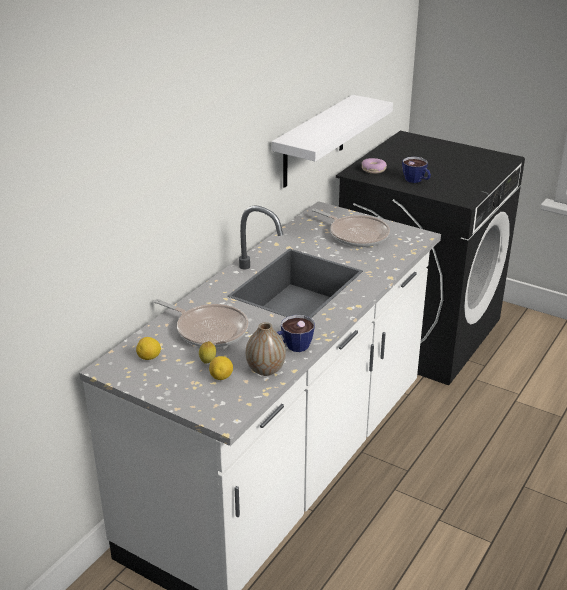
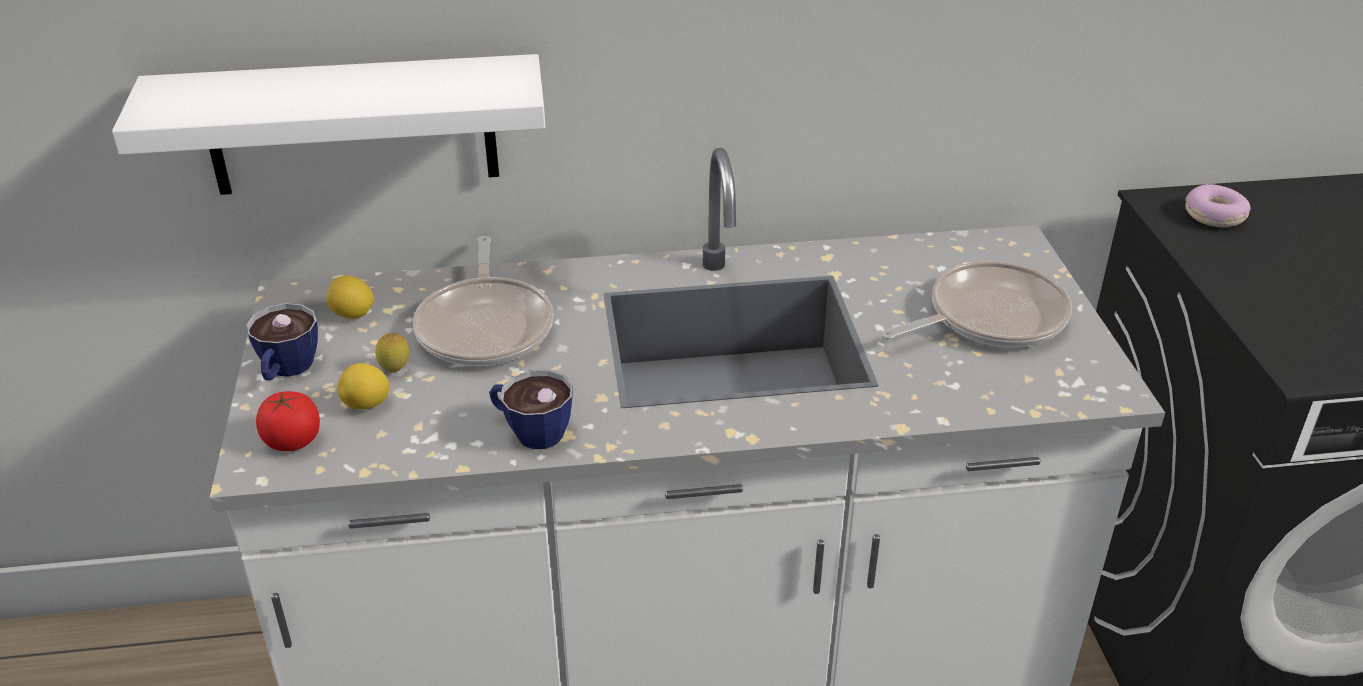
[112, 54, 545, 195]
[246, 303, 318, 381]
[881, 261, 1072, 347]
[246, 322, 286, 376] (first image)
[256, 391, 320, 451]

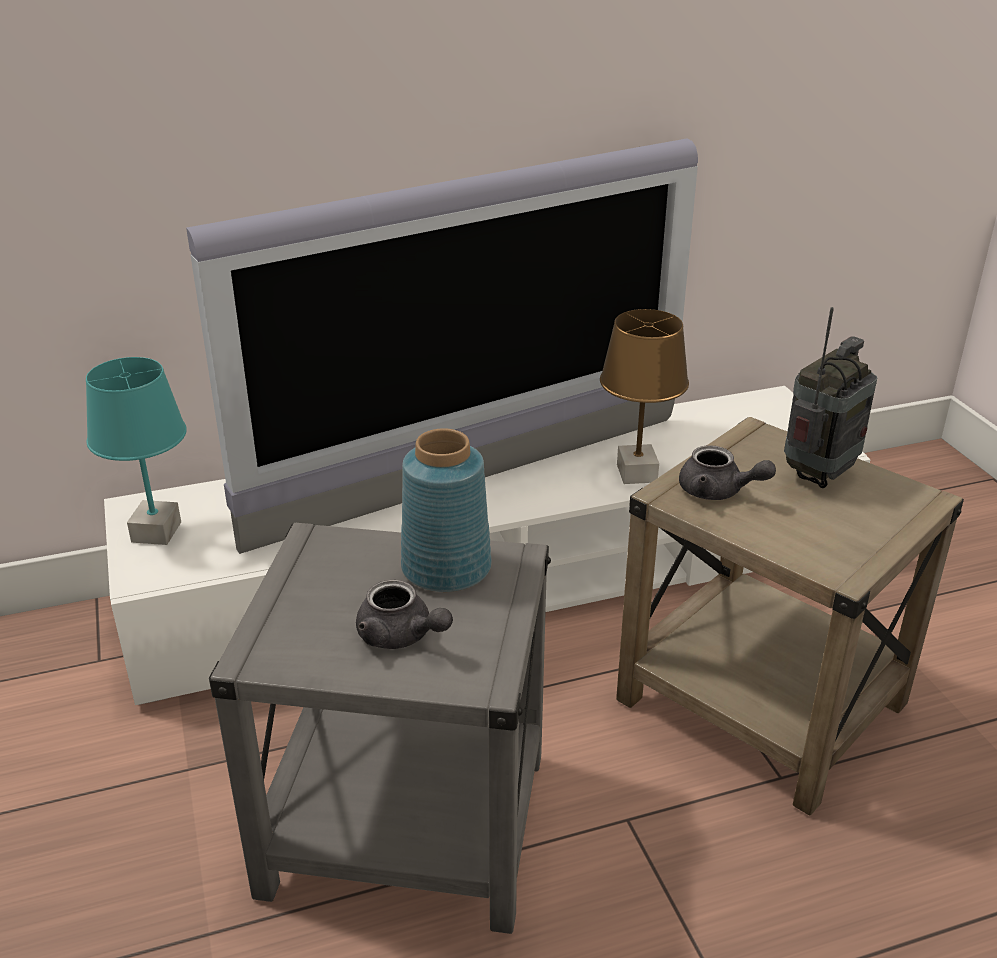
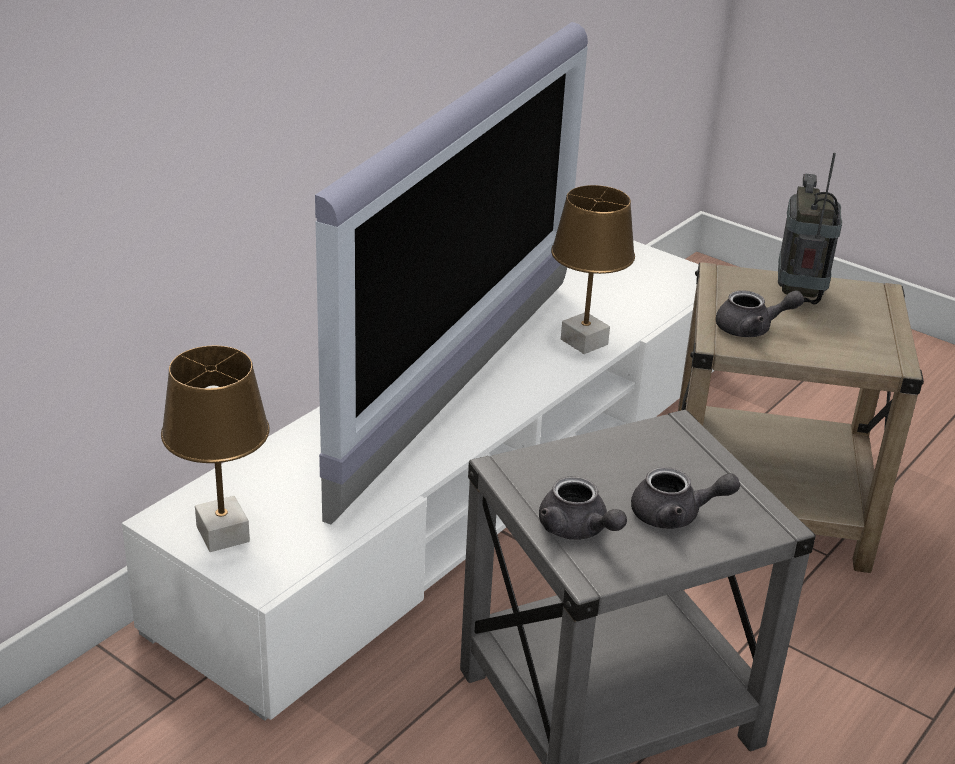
[161, 346, 270, 552]
[401, 428, 492, 592] (first image)
[539, 477, 627, 540]

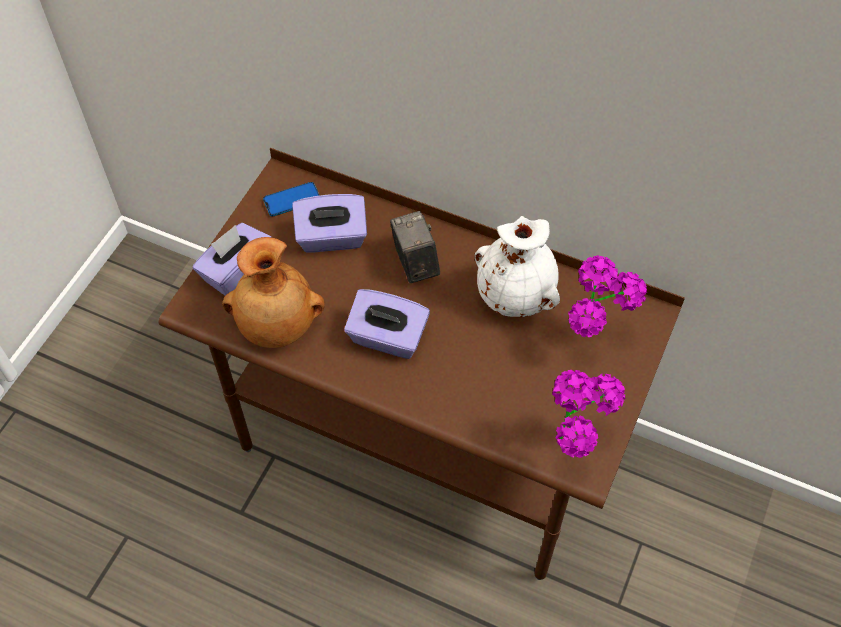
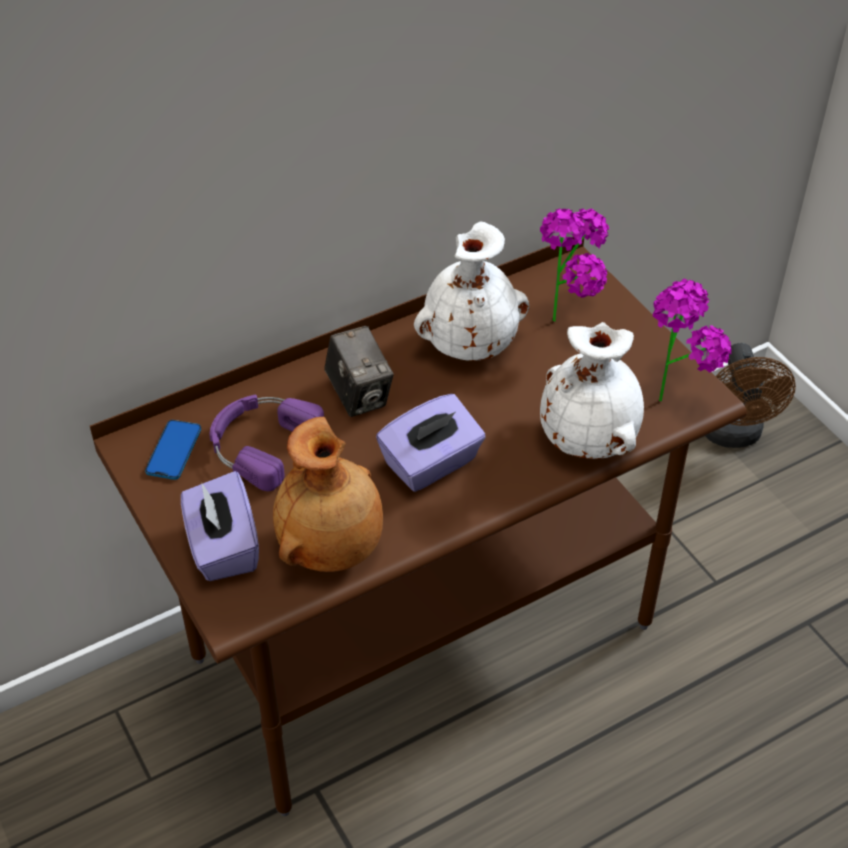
[209, 395, 324, 491]
[324, 326, 394, 417]
[540, 322, 644, 459]
[705, 343, 796, 448]

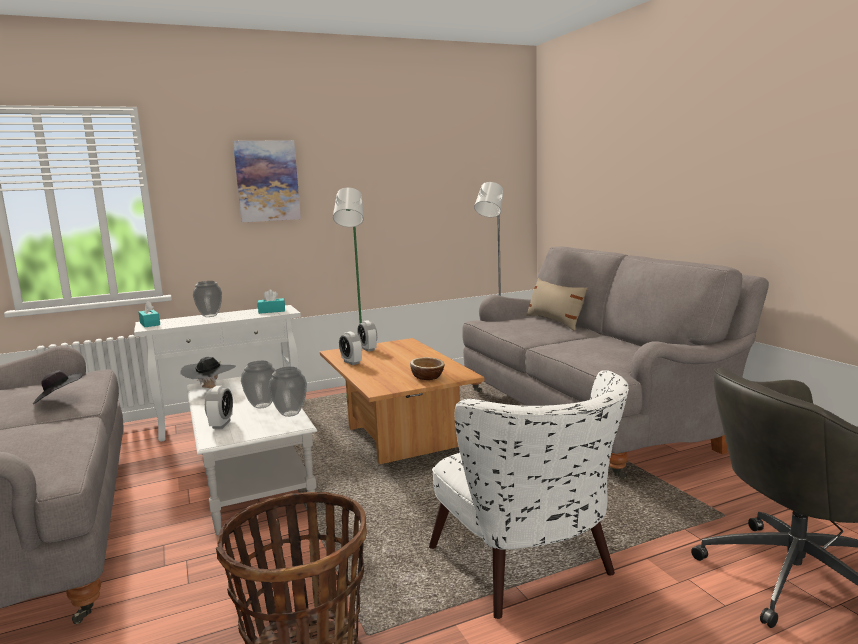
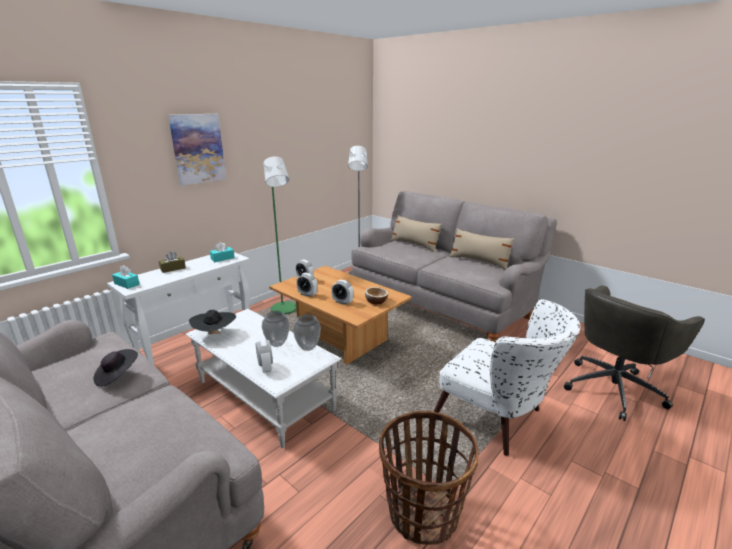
[159, 252, 186, 273]
[449, 228, 515, 270]
[331, 280, 353, 305]

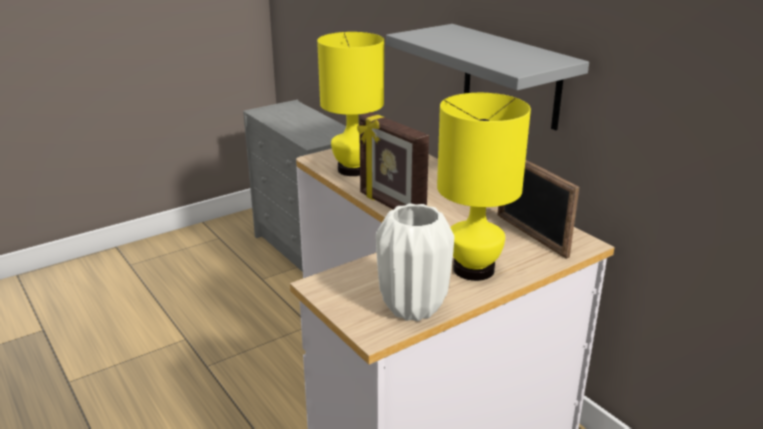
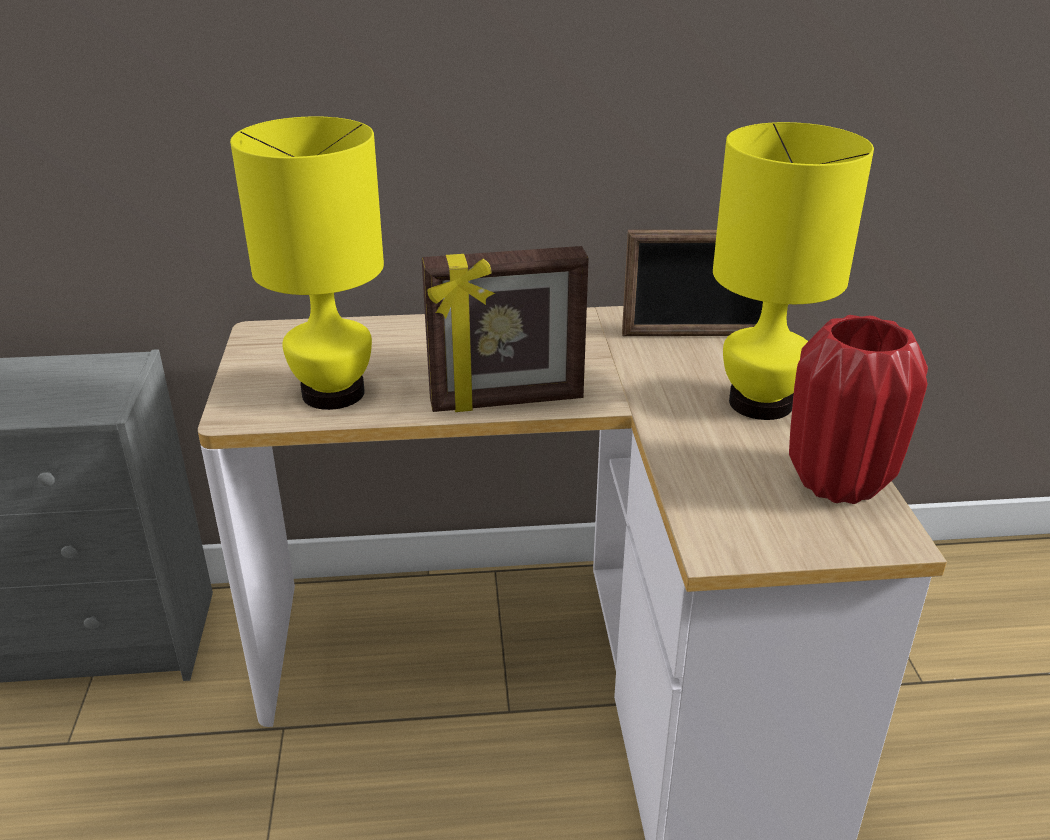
[386, 24, 589, 130] (first image)
[789, 315, 928, 504]

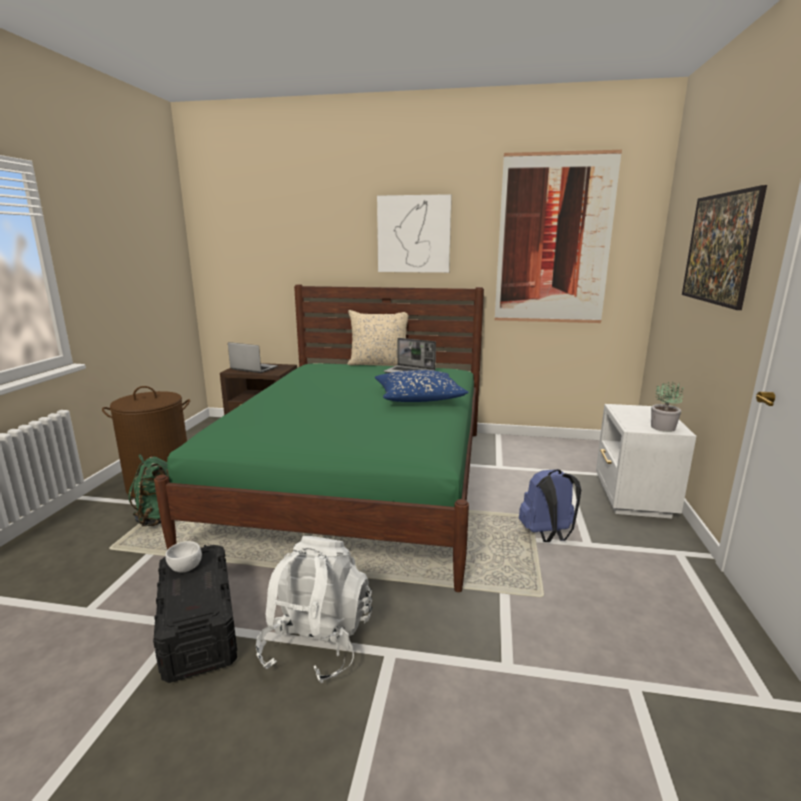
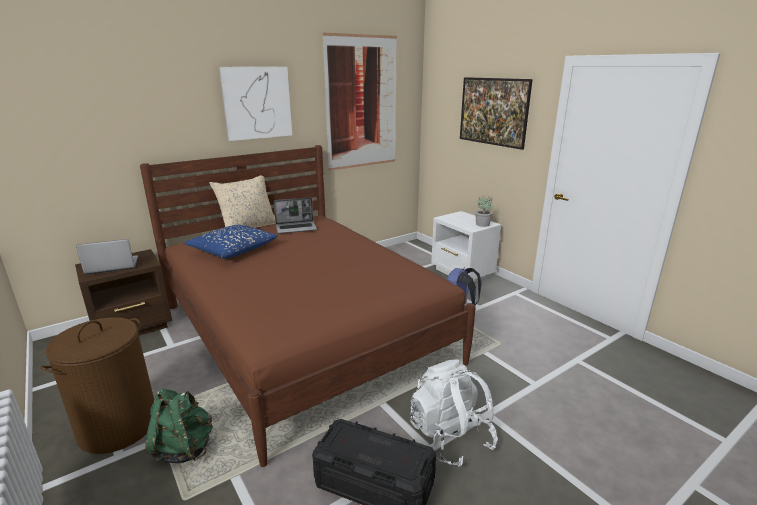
[140, 145, 476, 467]
[184, 225, 278, 259]
[165, 541, 202, 572] (first image)

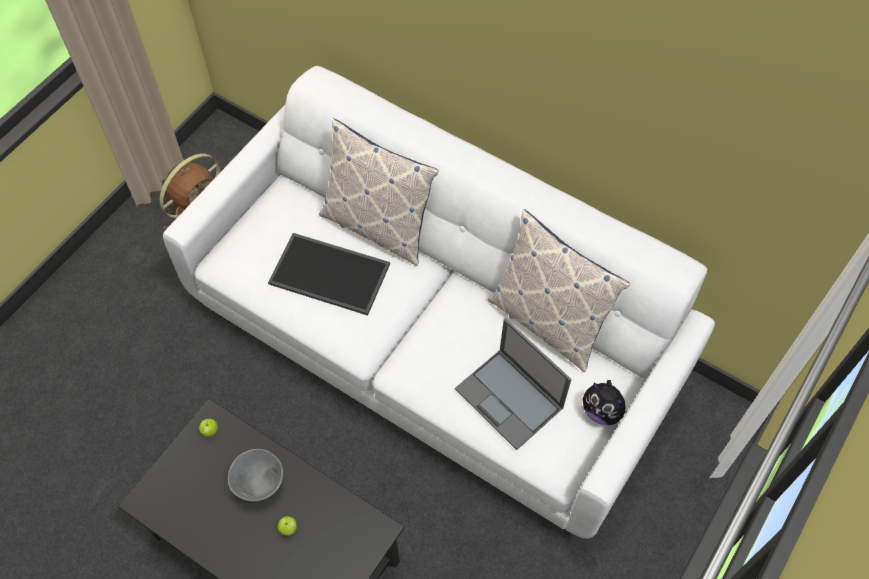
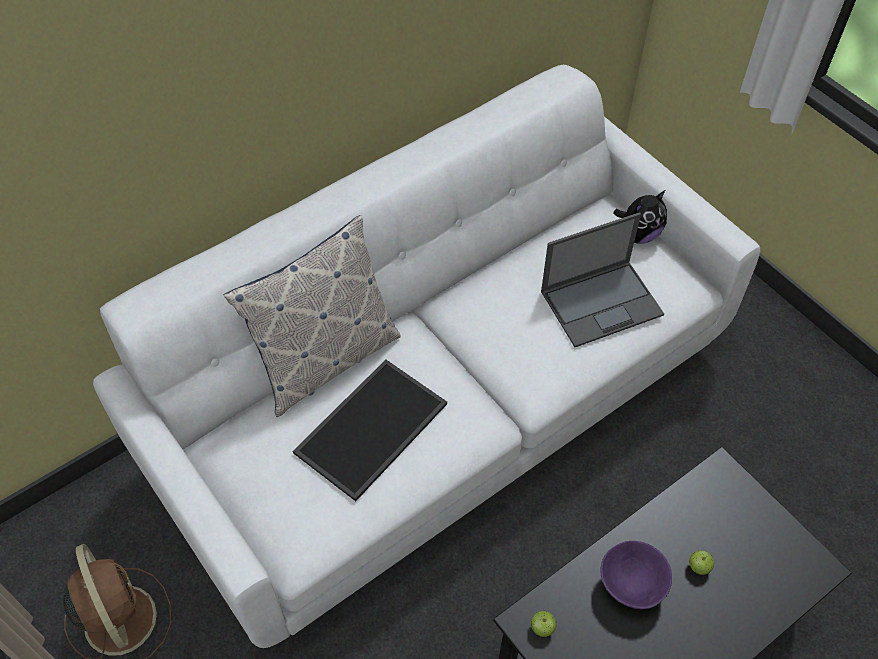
[487, 209, 630, 372] (first image)
[600, 541, 672, 609]

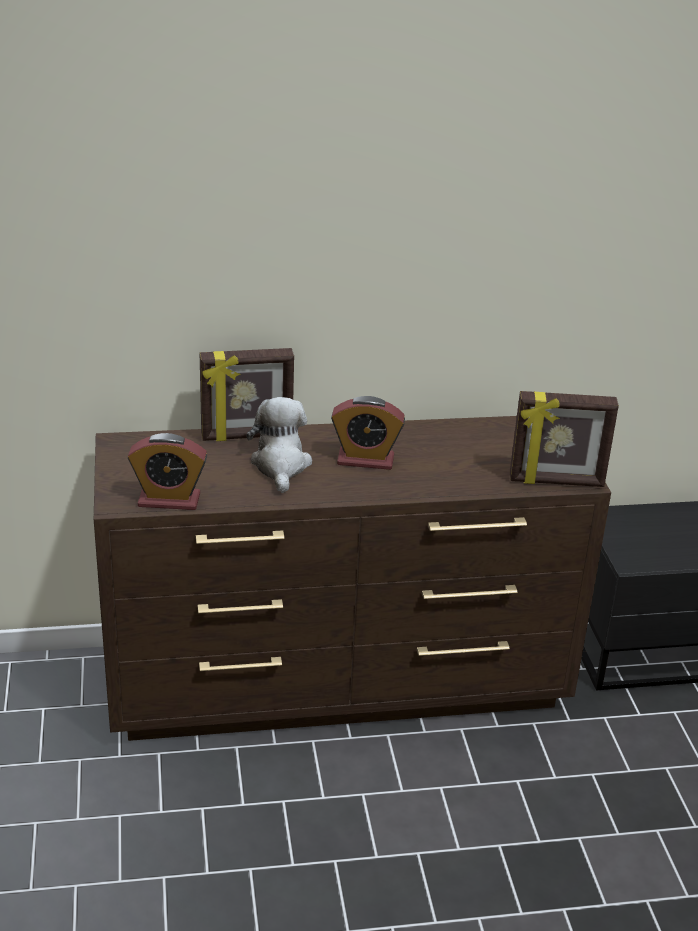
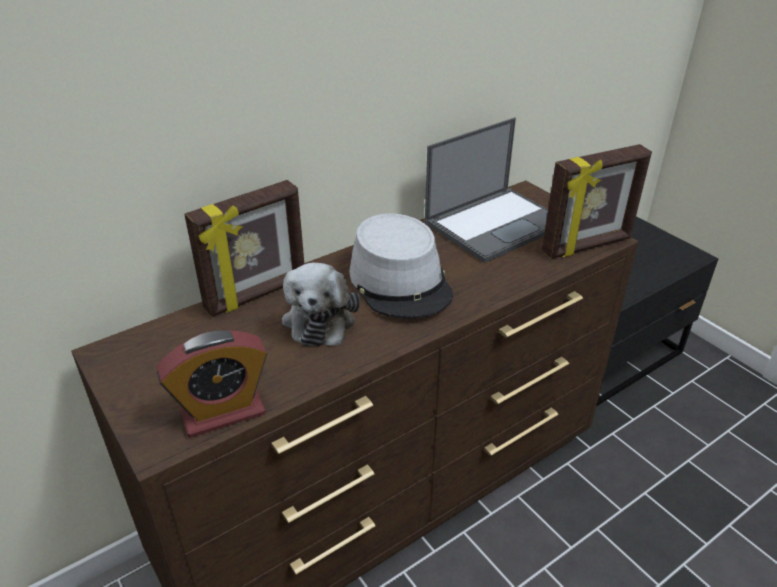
[349, 214, 453, 318]
[282, 263, 360, 346]
[425, 117, 548, 263]

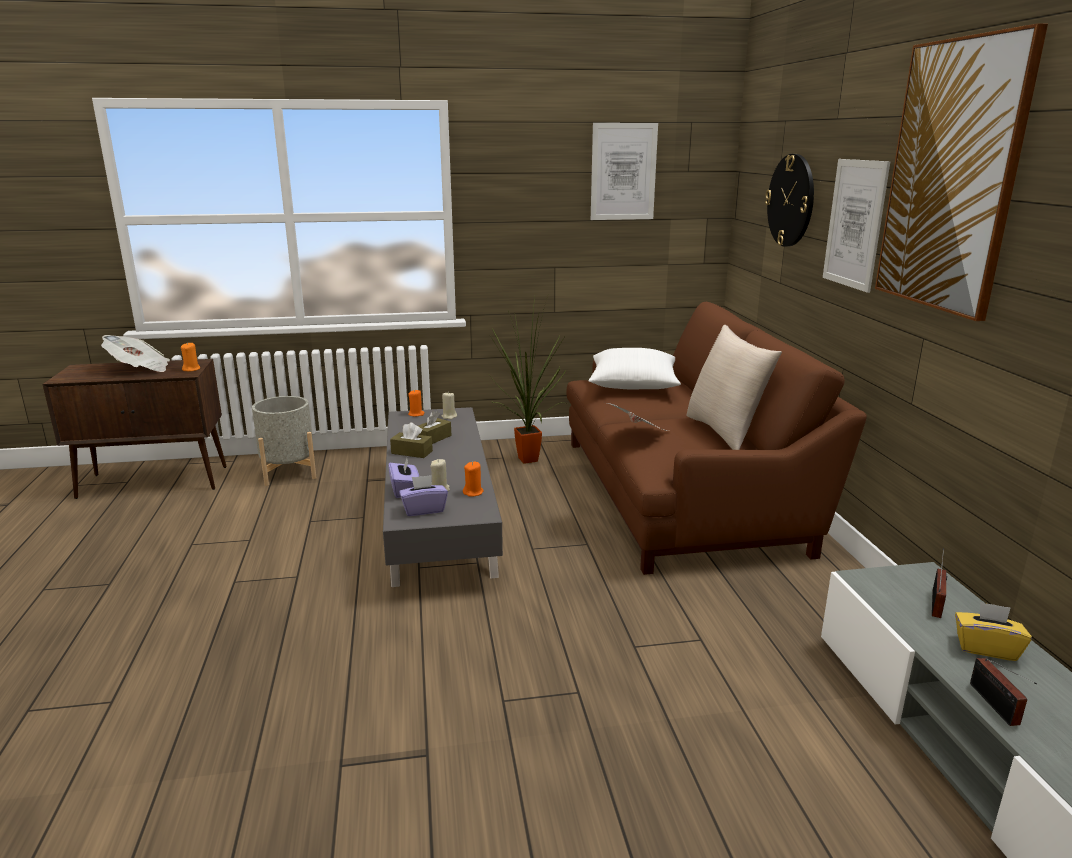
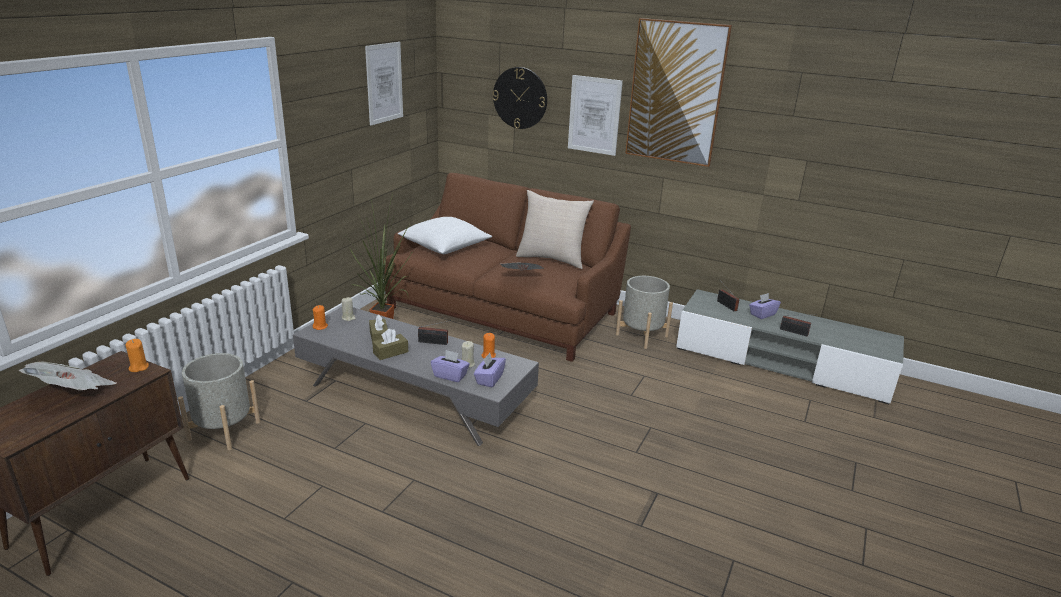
[749, 293, 781, 319]
[616, 276, 673, 349]
[418, 320, 451, 345]

